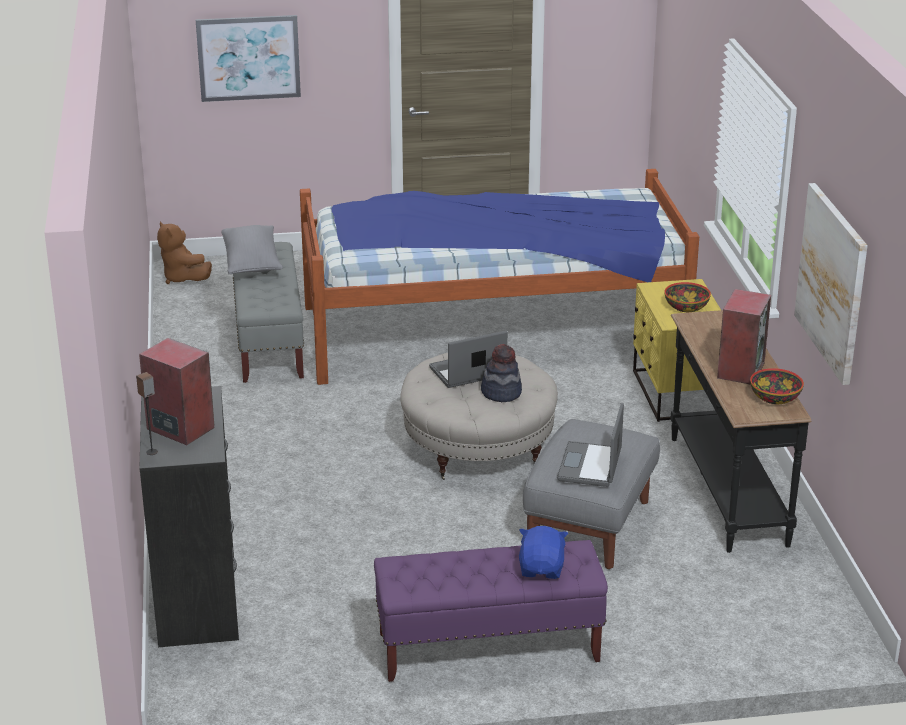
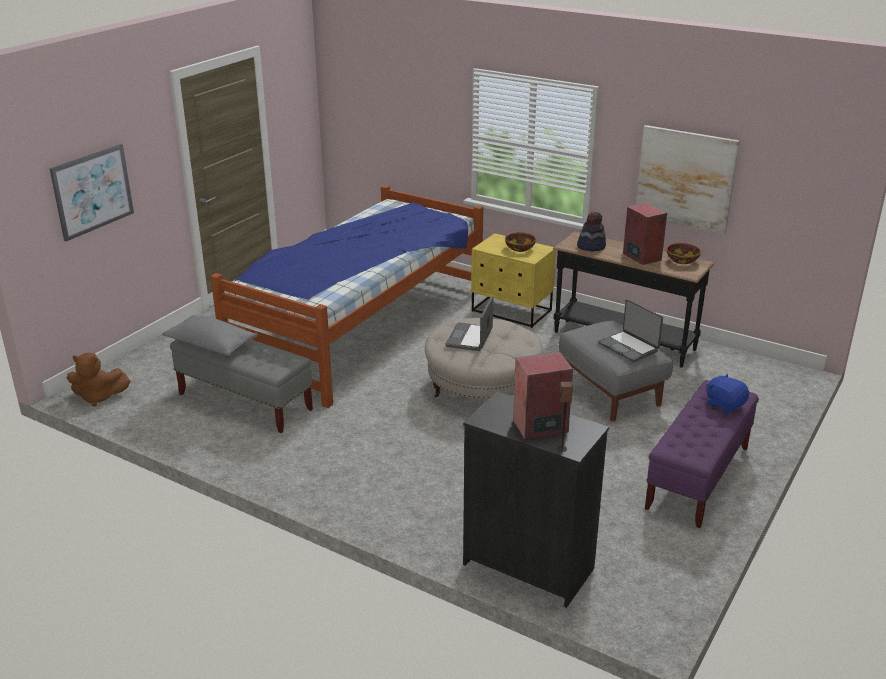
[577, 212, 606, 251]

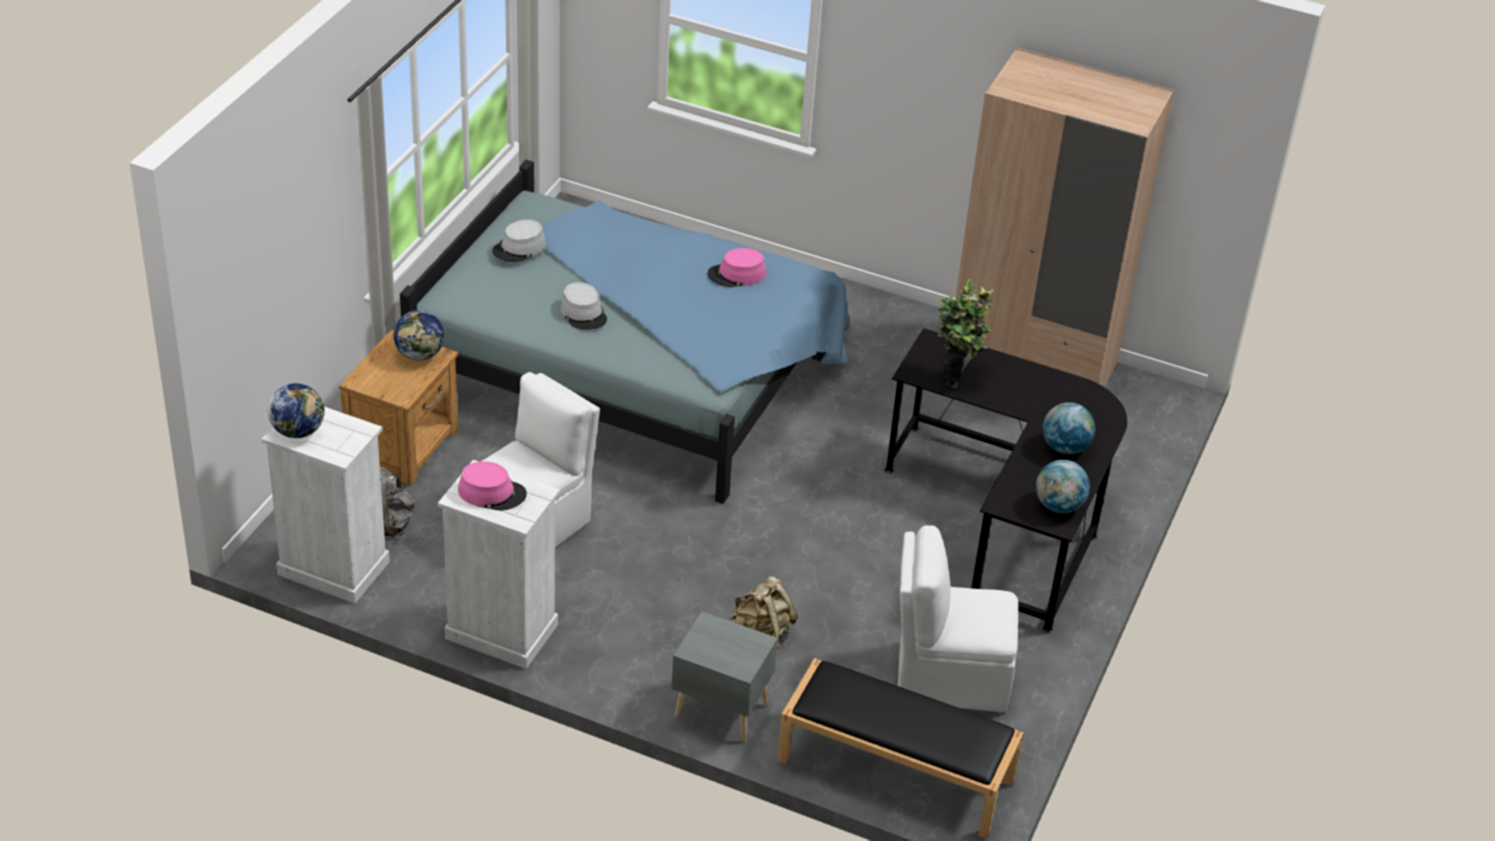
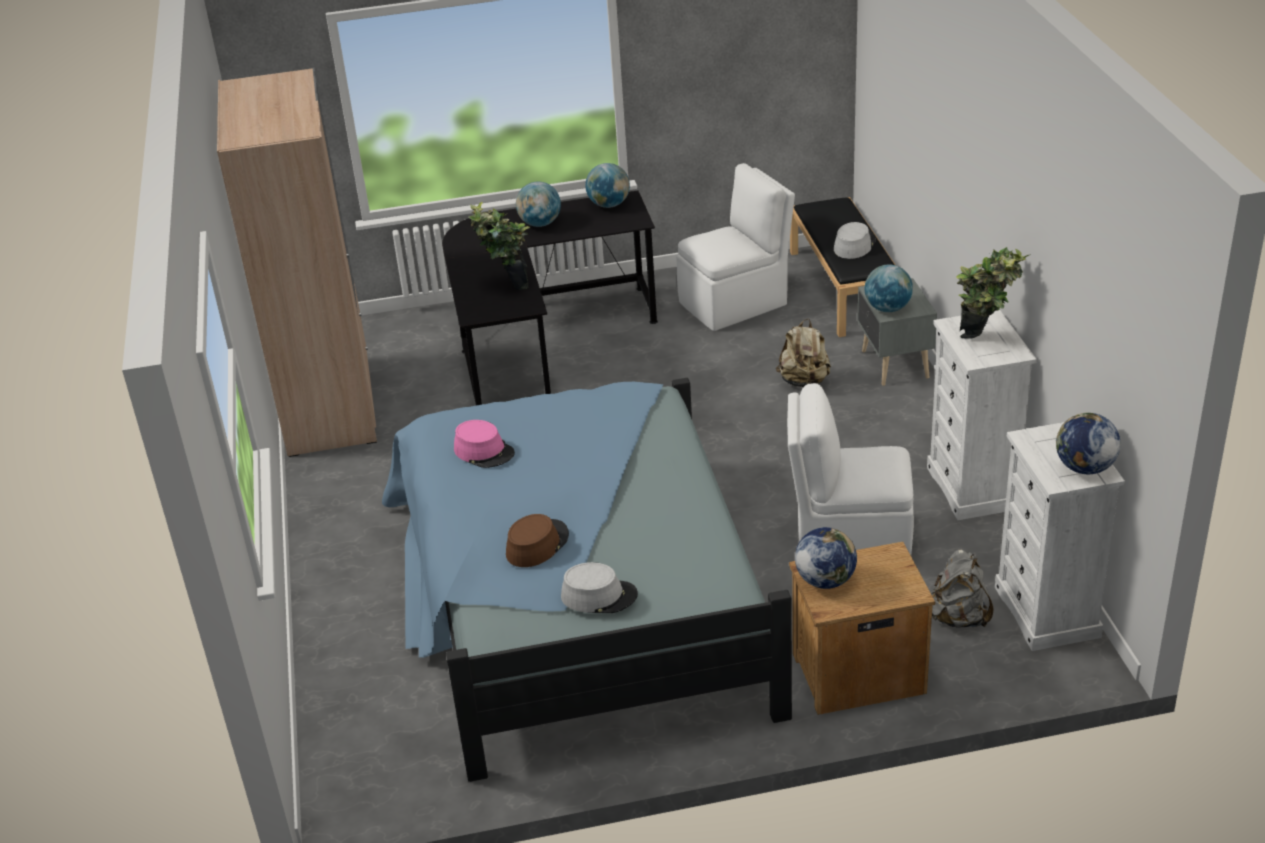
[834, 222, 875, 259]
[956, 247, 1031, 339]
[676, 163, 795, 331]
[865, 265, 913, 312]
[506, 514, 569, 567]

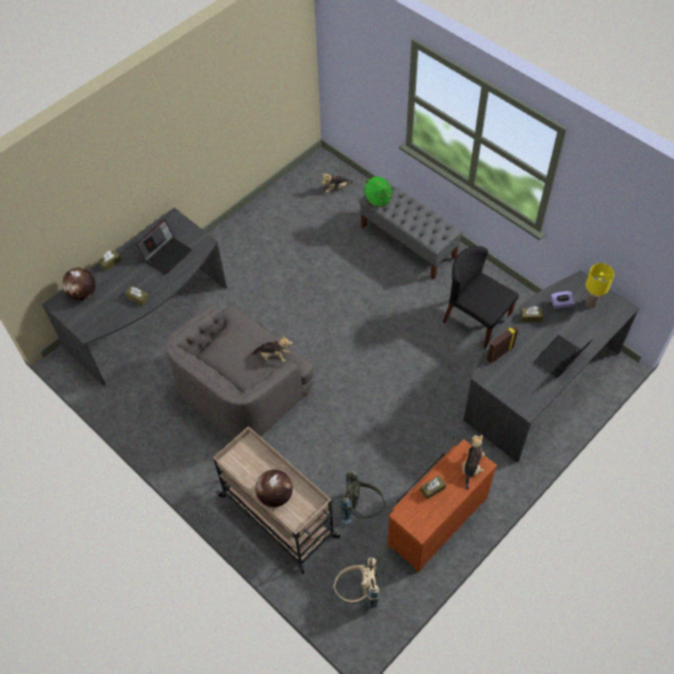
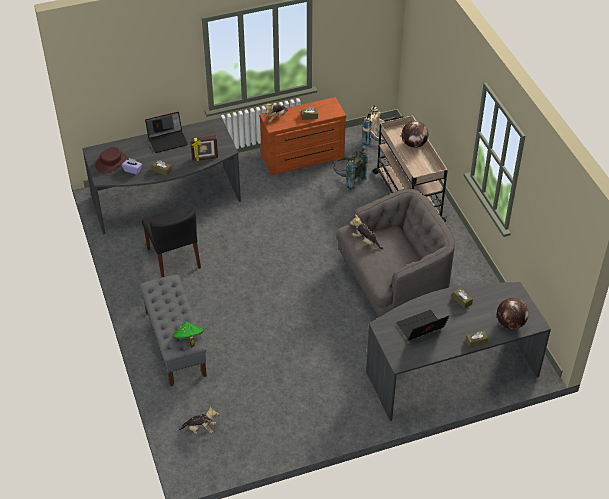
[95, 147, 128, 173]

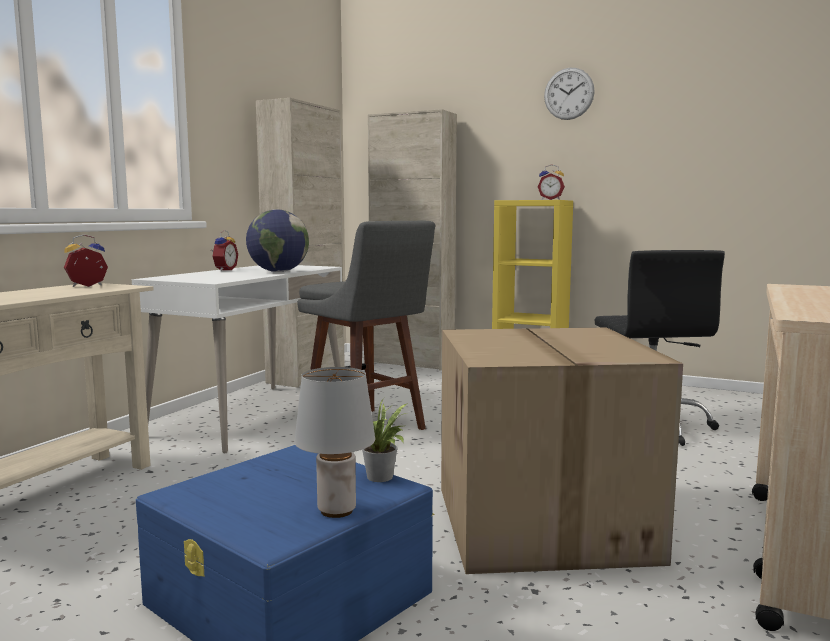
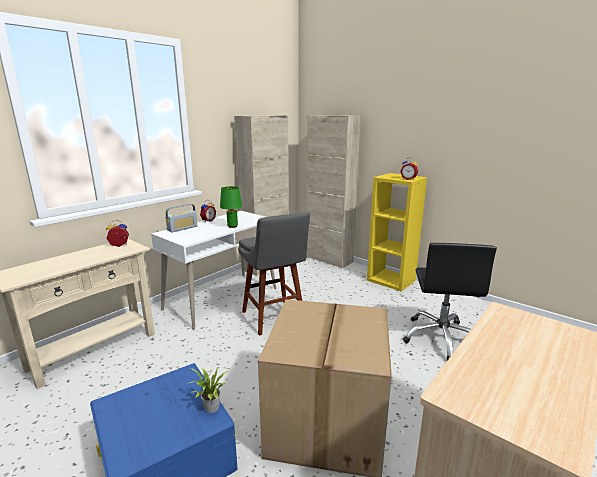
[544, 68, 595, 120] (first image)
[220, 186, 242, 228]
[295, 367, 375, 518] (first image)
[165, 204, 197, 232]

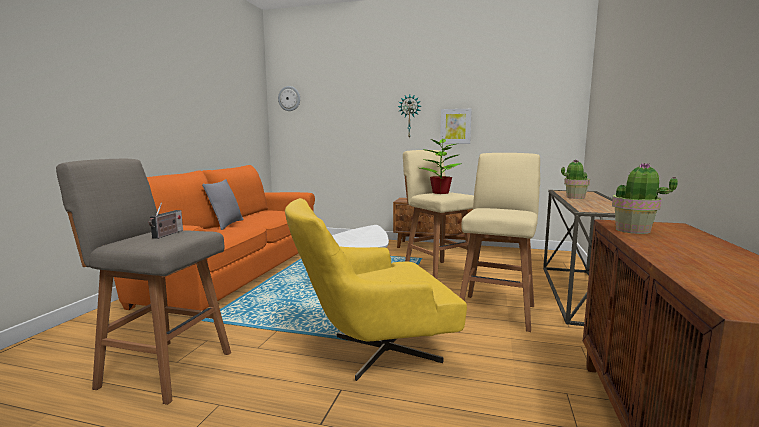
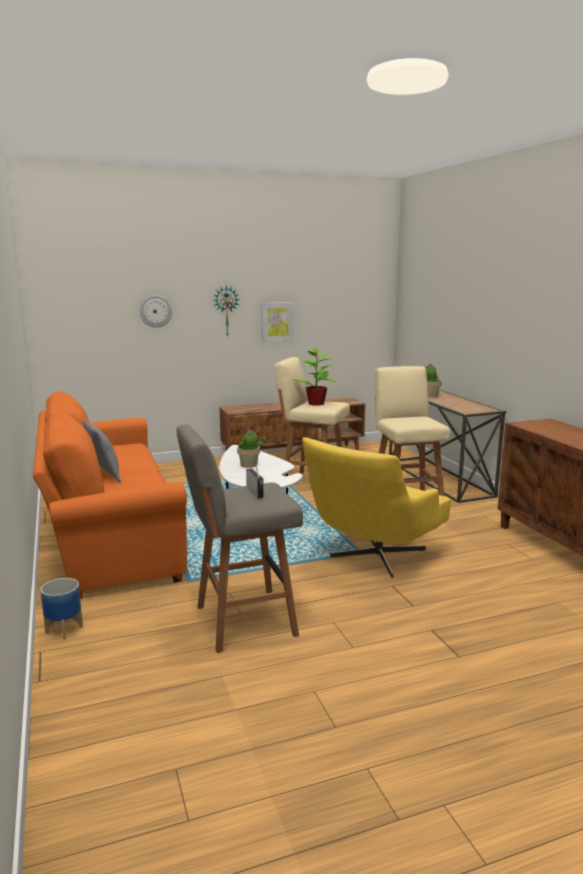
[140, 295, 172, 328]
[237, 429, 266, 468]
[40, 578, 83, 640]

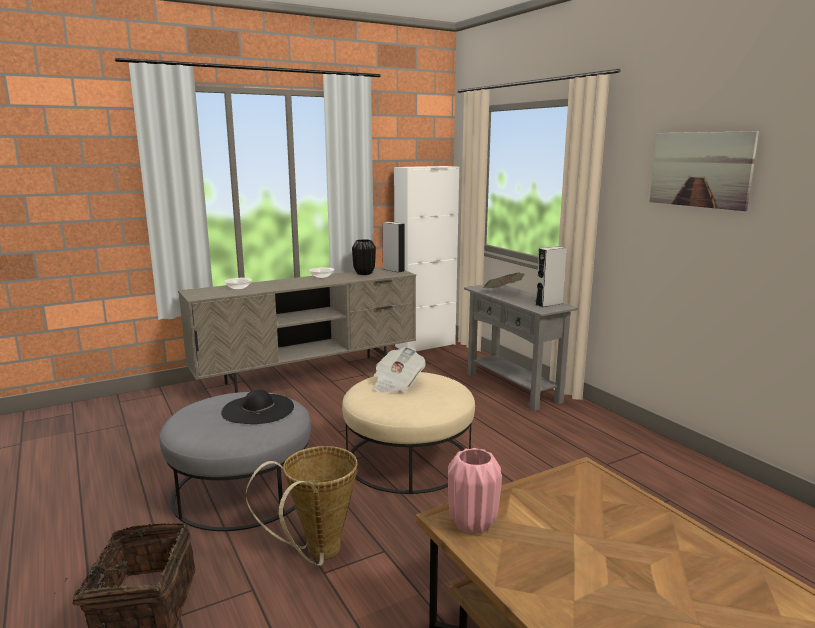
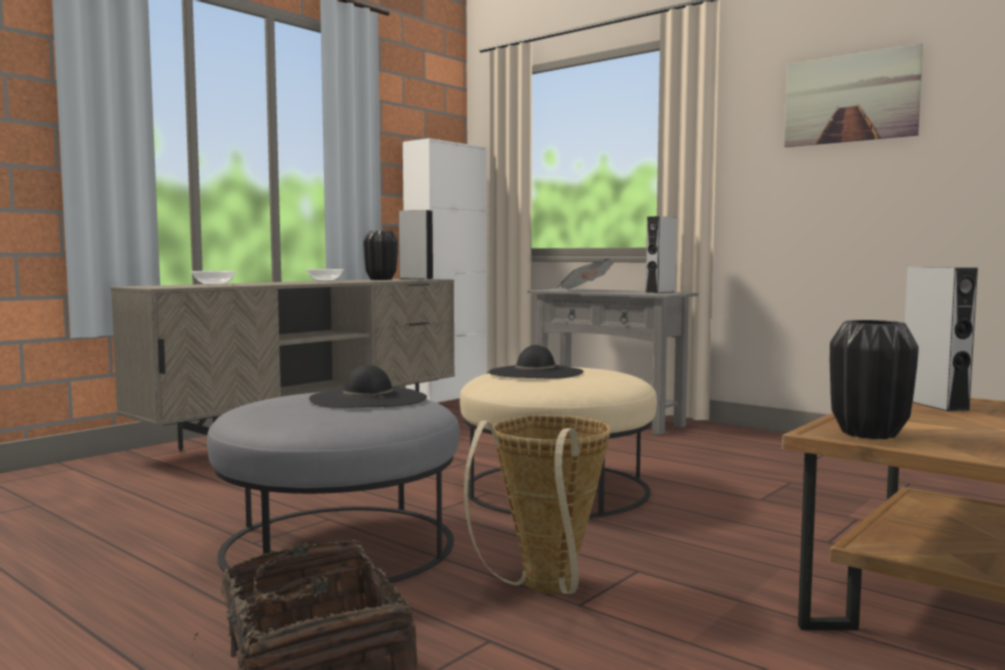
[489, 345, 583, 379]
[830, 320, 919, 439]
[905, 267, 978, 412]

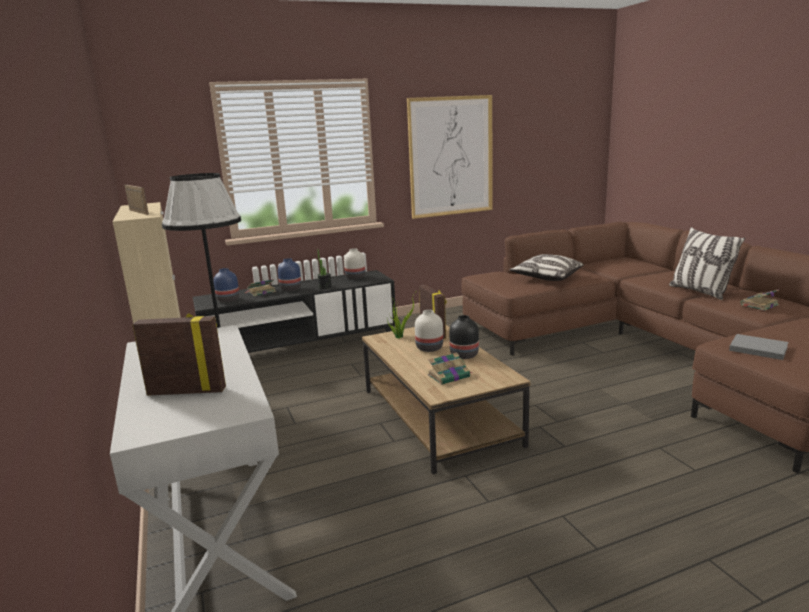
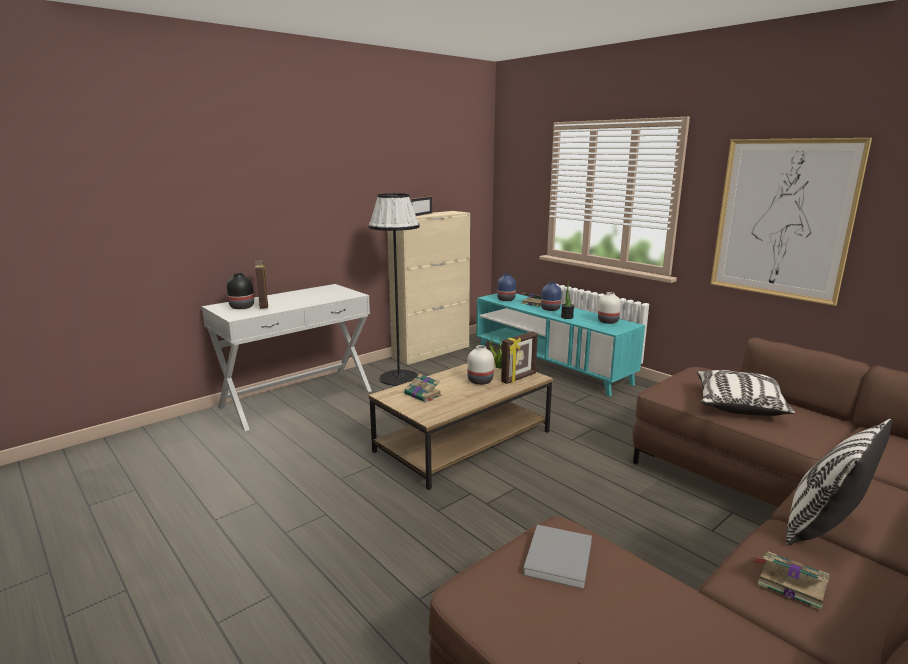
[476, 293, 645, 397]
[227, 273, 254, 309]

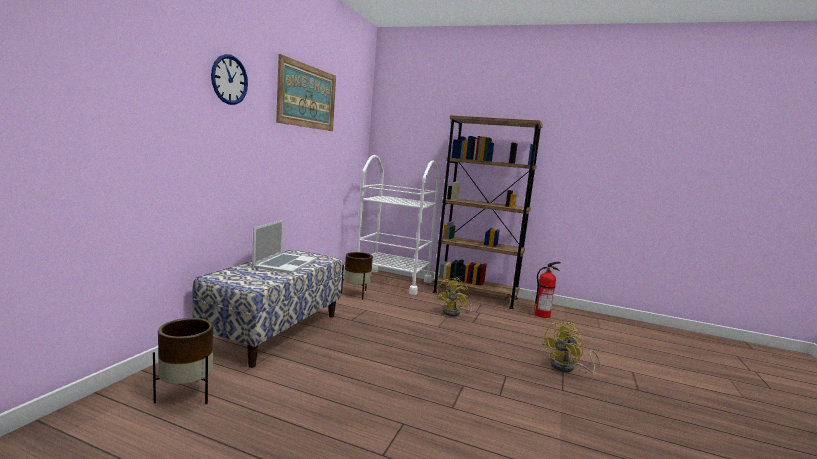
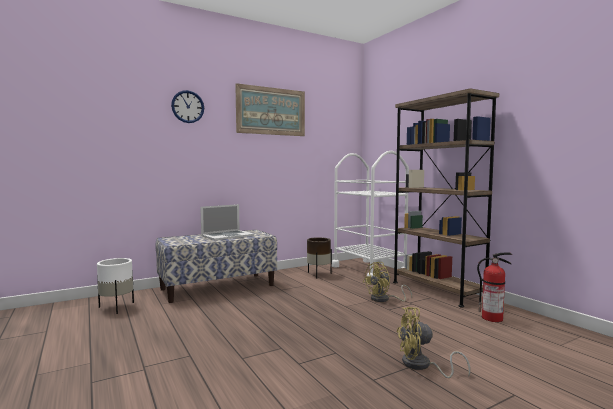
[97, 258, 134, 314]

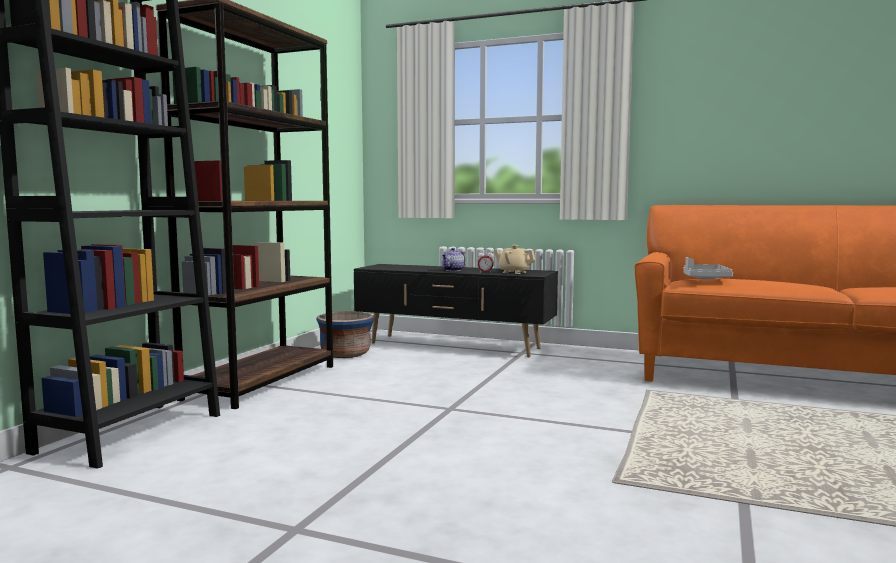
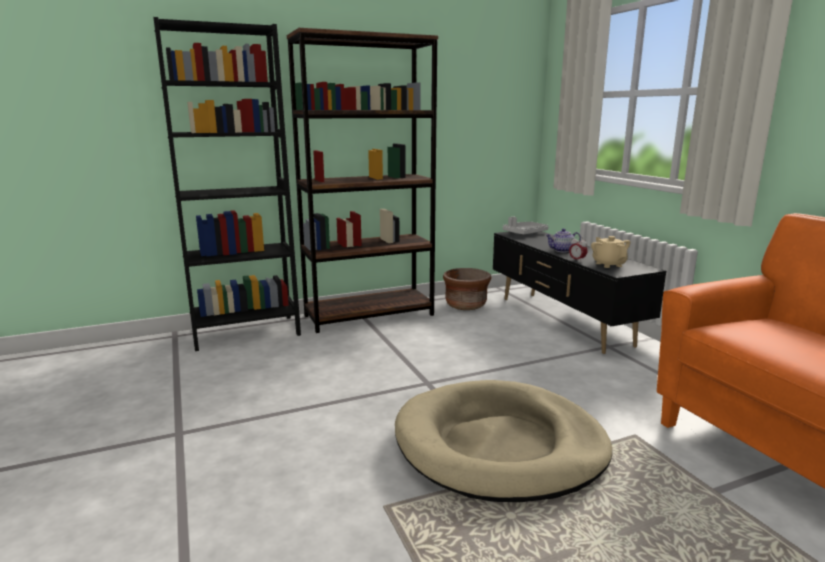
[503, 217, 549, 234]
[443, 268, 492, 310]
[395, 380, 612, 502]

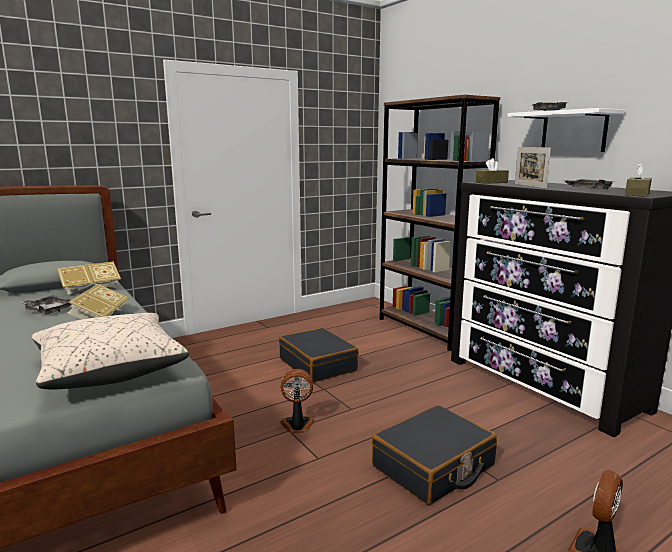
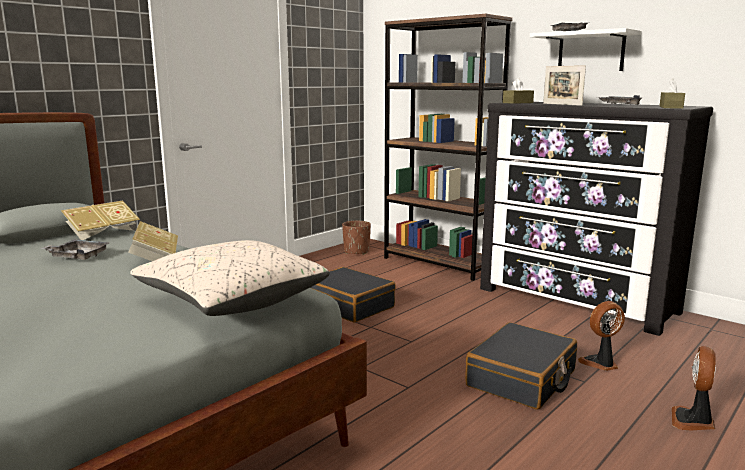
[578, 301, 625, 371]
[342, 221, 371, 255]

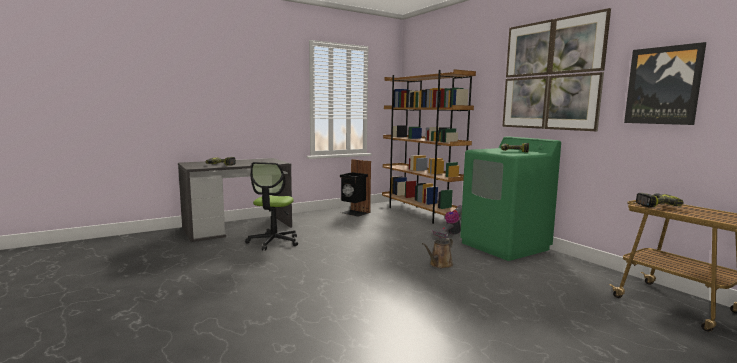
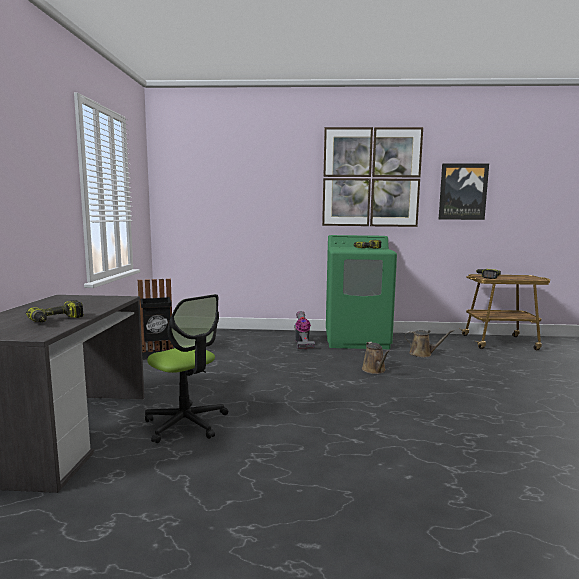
[382, 69, 476, 224] (first image)
[405, 330, 454, 357]

